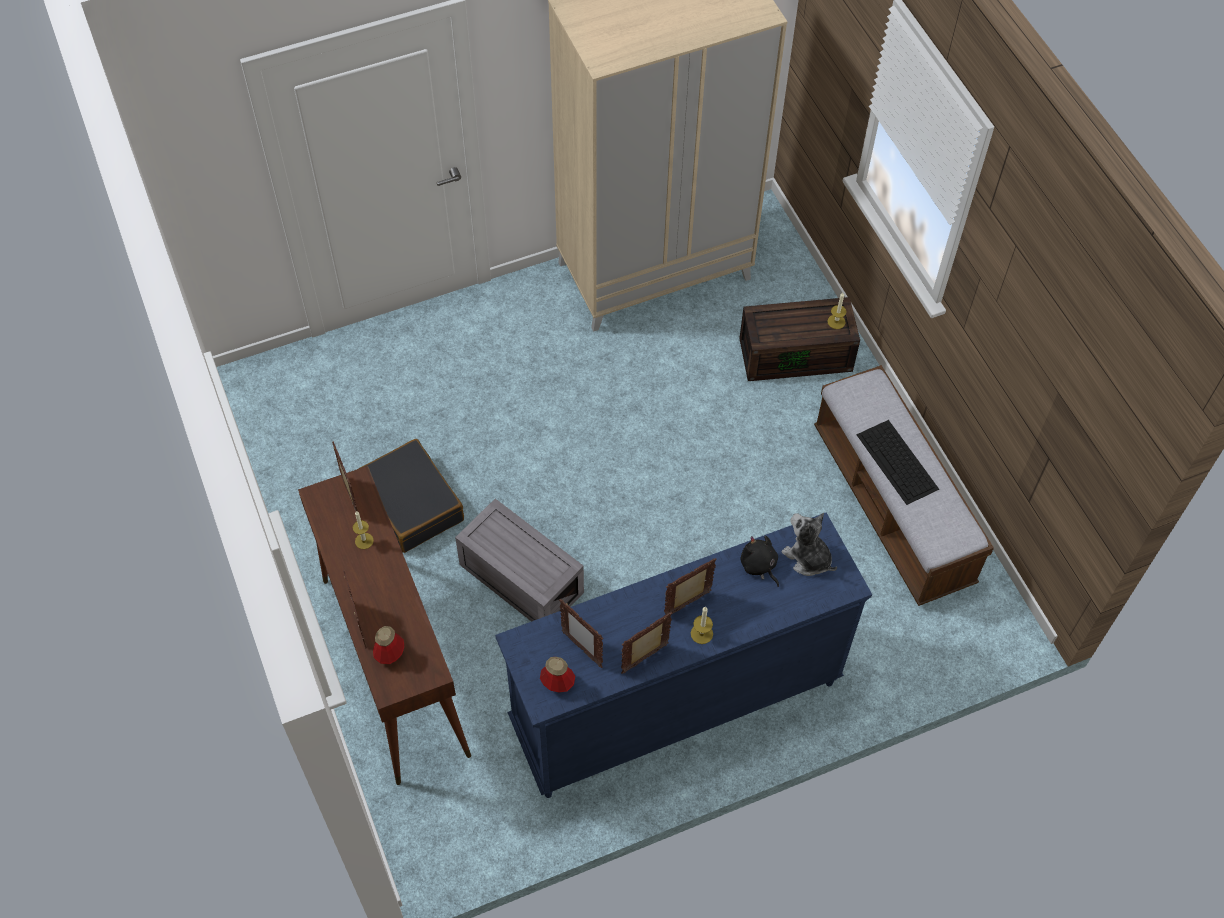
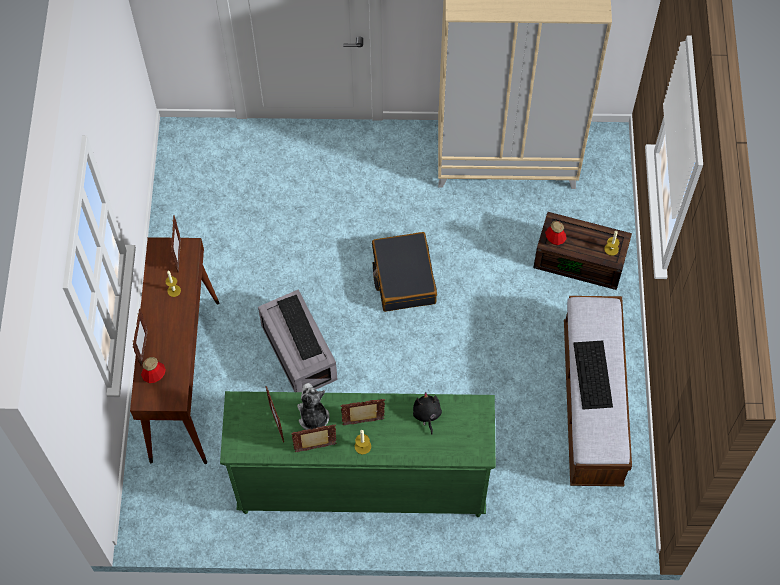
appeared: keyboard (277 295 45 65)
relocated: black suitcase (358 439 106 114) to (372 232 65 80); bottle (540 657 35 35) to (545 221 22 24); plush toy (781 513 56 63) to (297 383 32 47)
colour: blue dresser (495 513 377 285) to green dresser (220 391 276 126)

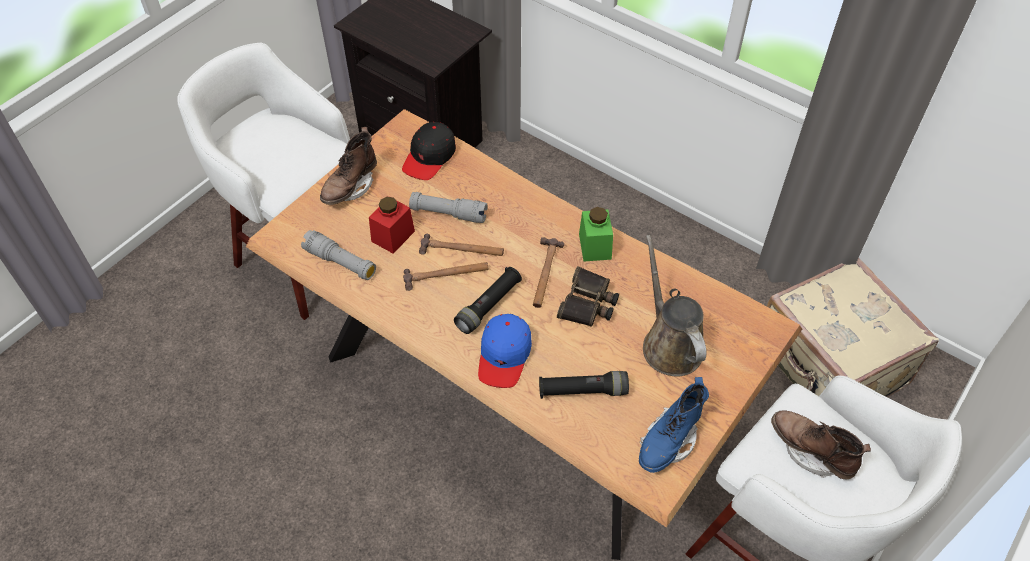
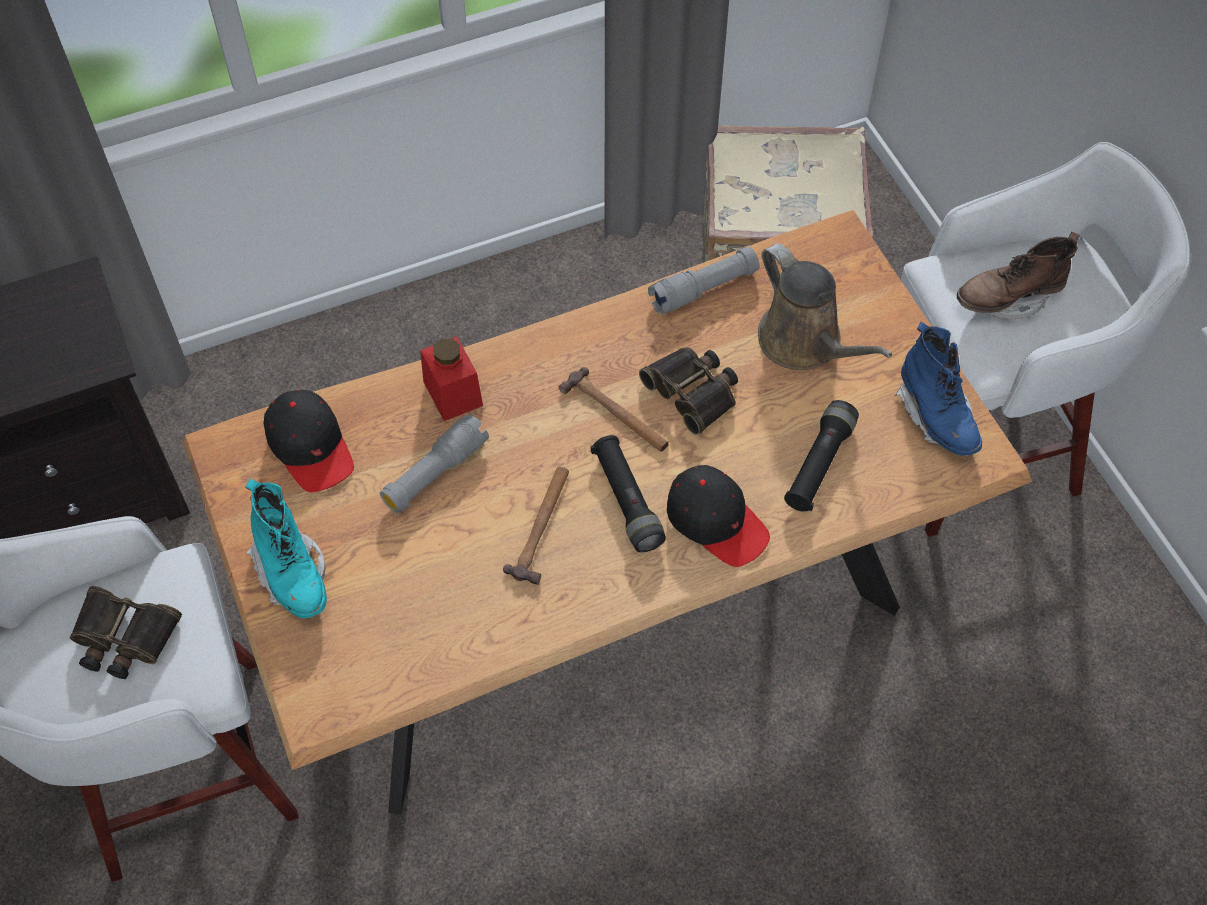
missing: hammer (419 234 85 22); green jar (579 207 34 54)
appeared: binoculars (70 586 112 93)
relocated: grey flashlight (301 230 75 50) to (648 247 112 67); red jar (369 197 46 57) to (420 336 63 85)
colour: brown boot (320 127 57 78) to turquoise boot (245 479 82 139); blue cap (478 314 54 74) to black cap (667 465 103 102)
spun: brown watering can (643 235 64 141) = (758 243 134 127) 135 degrees counterclockwise

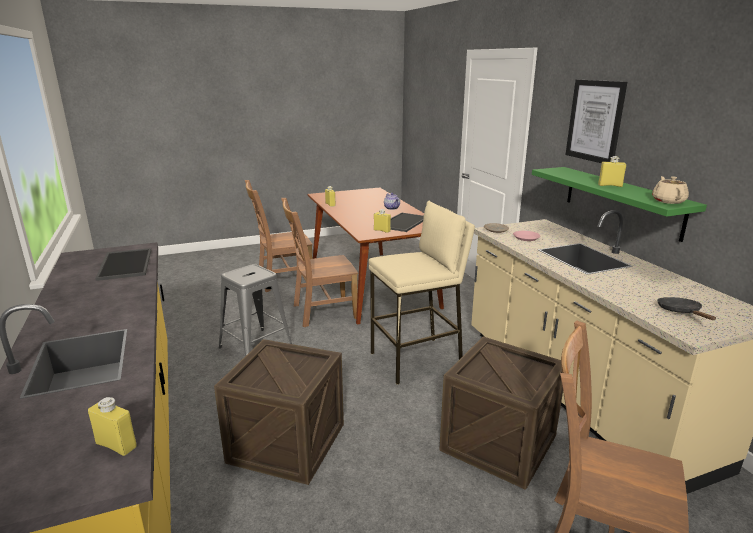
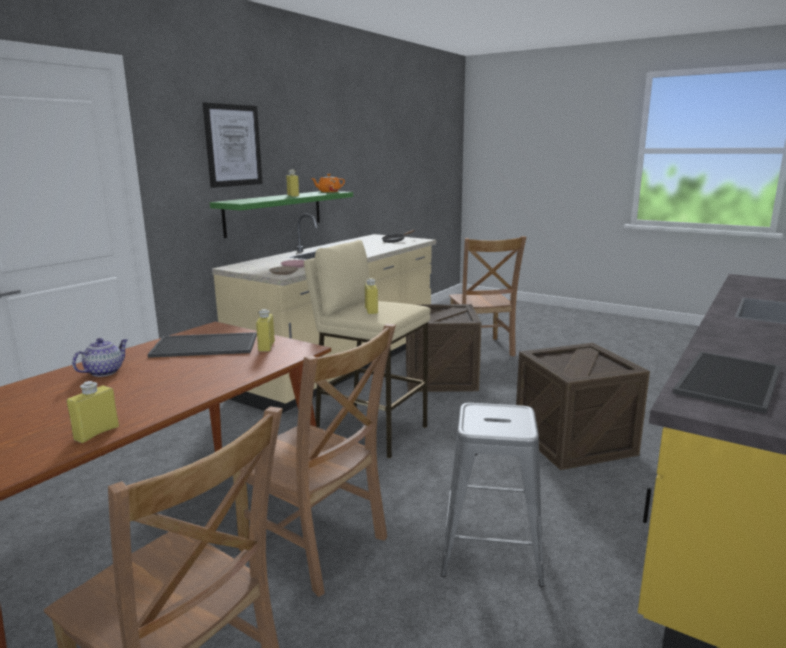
relocated: yellow bottle (88 397 49 59) to (365 278 13 36)
colour: beige teapot (652 176 37 28) to orange teapot (311 174 34 18)

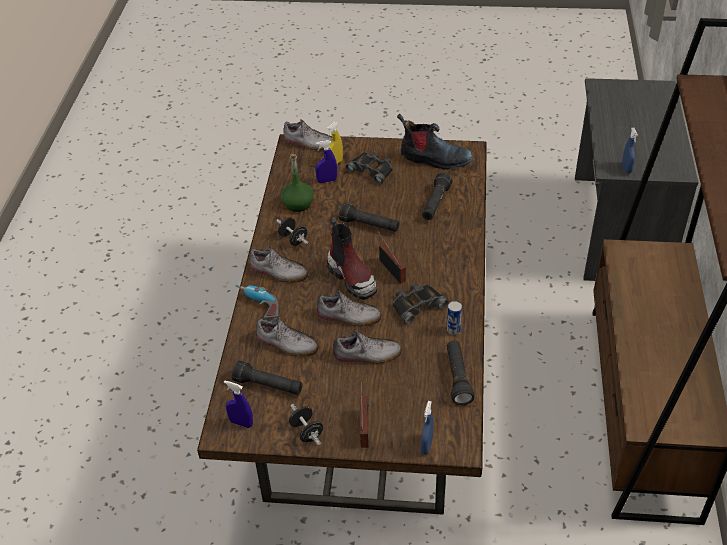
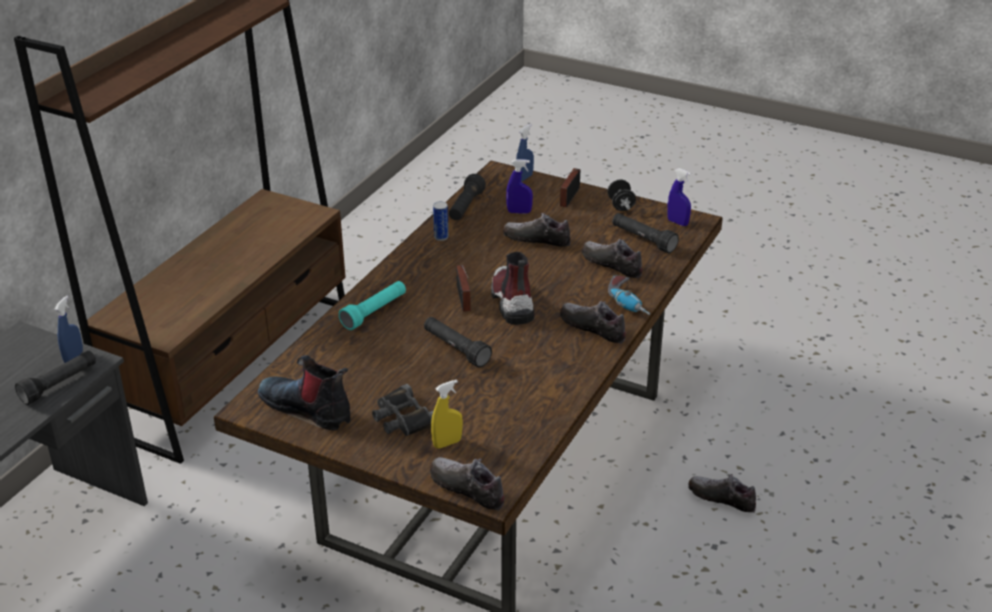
missing: black dumbbell (276 217 33 29); green bottle (281 154 33 58); black binoculars (392 283 56 41)
appeared: turquoise flashlight (339 281 67 49)
relocated: blue spray bottle (315 140 22 43) to (506 159 27 55); shoe (317 290 65 36) to (688 474 68 39); black flashlight (422 173 30 47) to (15 351 81 54)

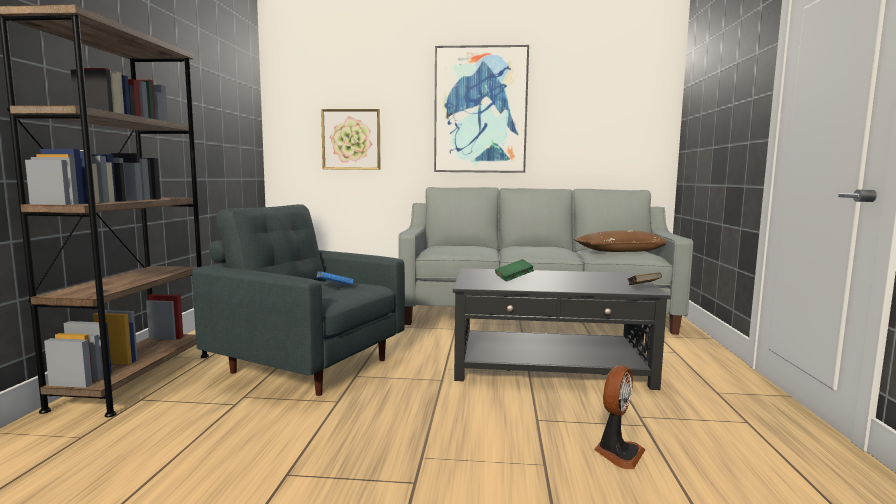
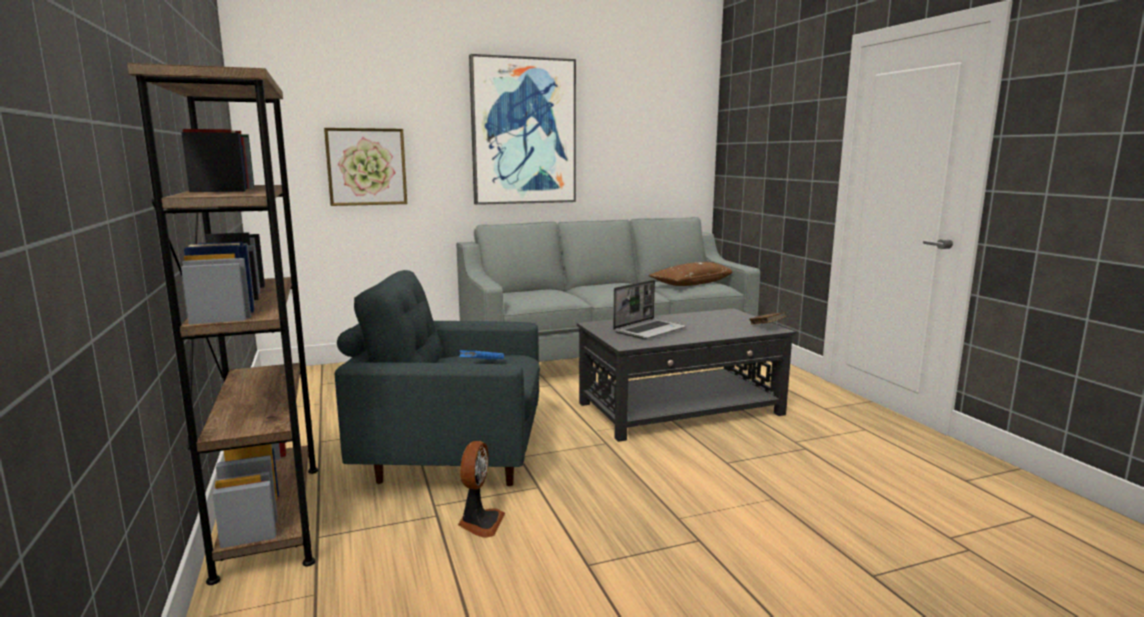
relocated: fan (594 366 51 103) to (458 441 47 97)
exchanged: green book (495 259 39 23) to laptop (613 280 73 59)

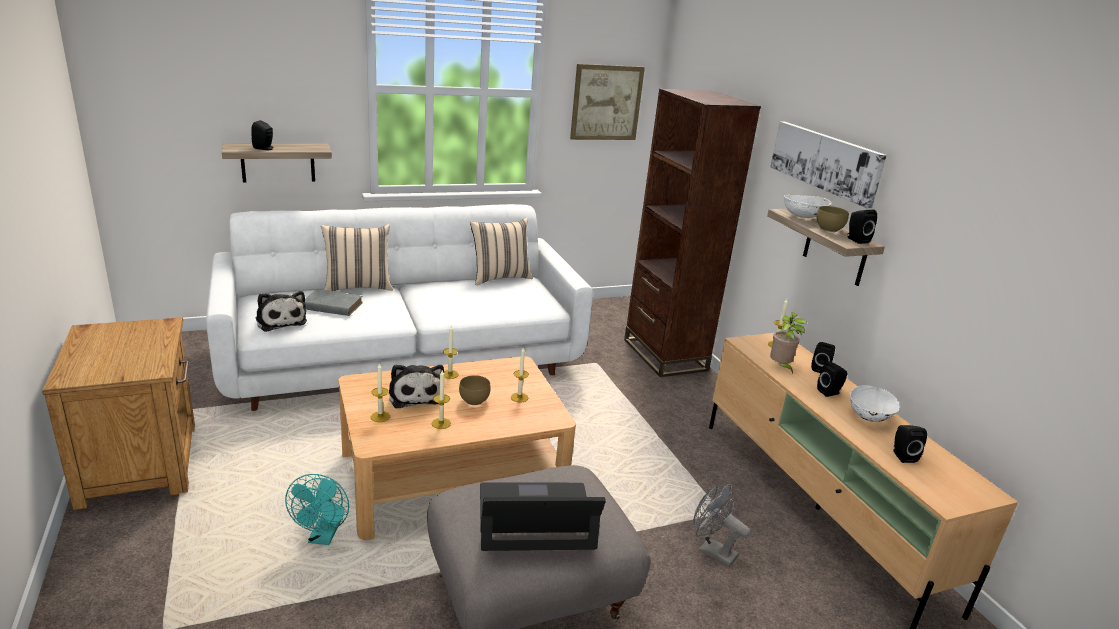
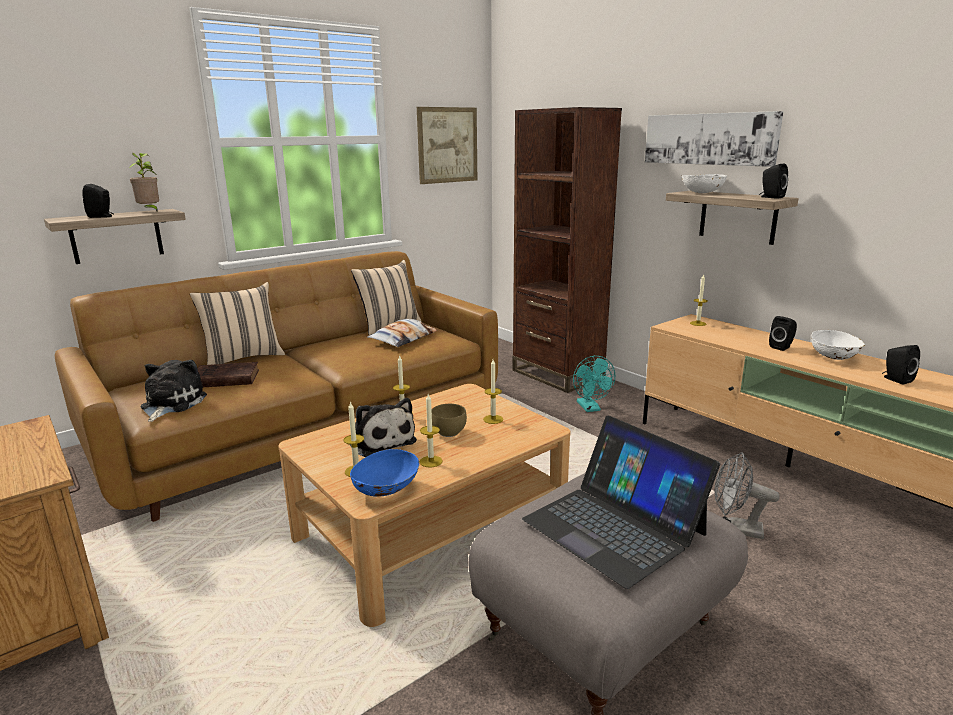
missing: black speaker (811 342 24 31); brown bowl (817 206 32 26)
appeared: blue bowl (350 449 69 48); pillow (367 319 70 28)
relocated: turquoise fan (285 474 64 71) to (573 356 42 56); potted plant (770 312 37 62) to (129 153 30 58)
colour: white sofa (206 204 387 207) to brown sofa (55 251 443 271); grey book (305 289 58 27) to brown book (198 362 61 25)
spun: plush toy (256 291 51 41) = (141 360 66 62) 120 degrees counterclockwise; laptop (480 483 126 68) = (522 416 198 173) 105 degrees counterclockwise

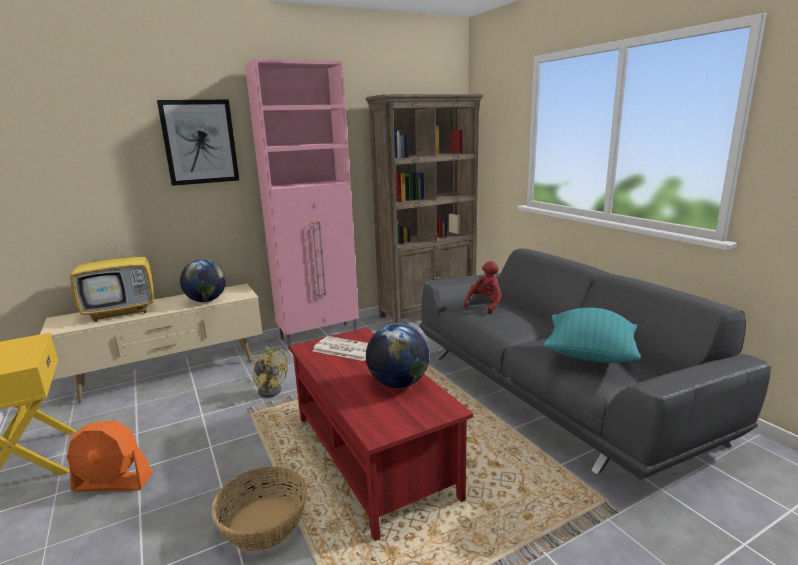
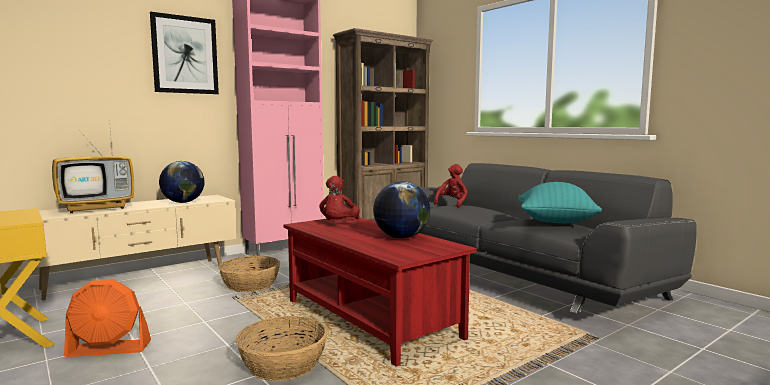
exchanged: yellow fan (253 347 35 51) to basket (218 256 62 36); newspaper (312 336 56 25) to red plush toy (319 176 41 44)

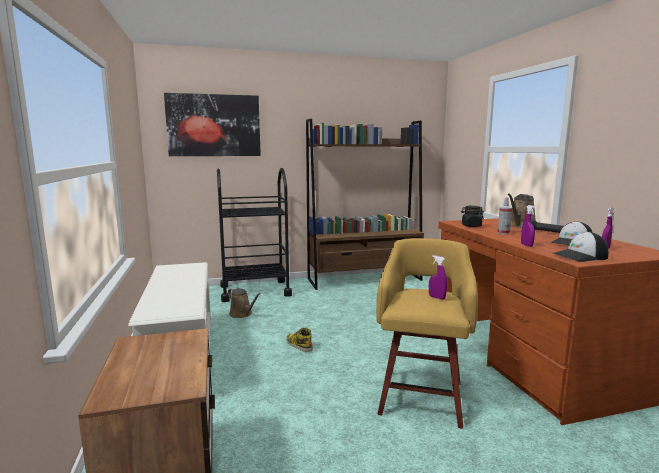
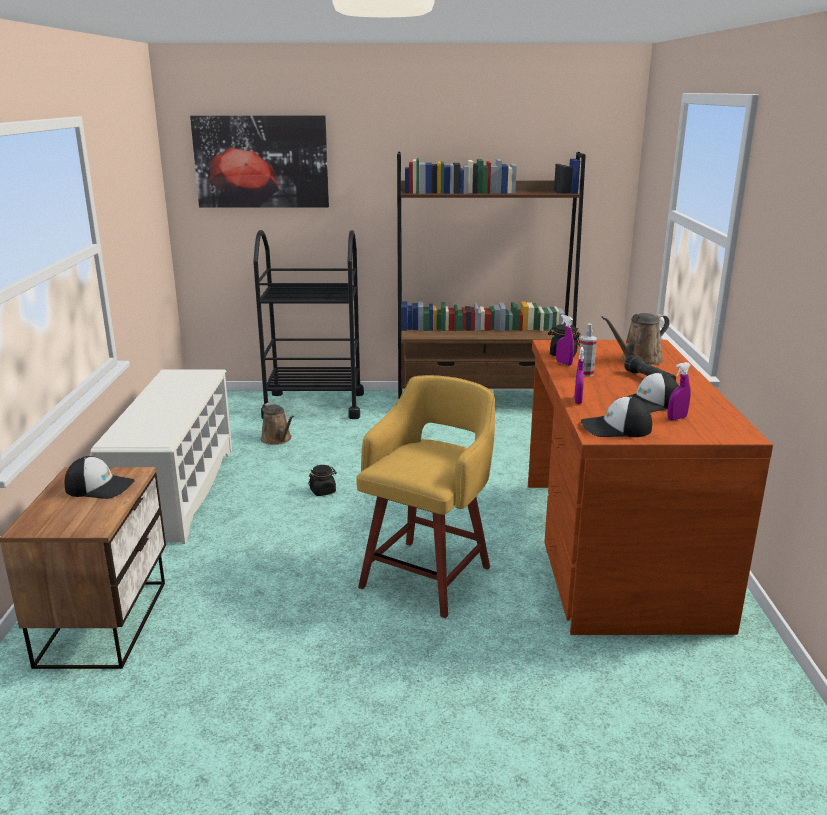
appeared: cap (64 456 71 43)
relocated: purple spray bottle (429 255 18 45) to (556 315 18 51)
exchanged: boot (286 327 27 25) to black jar (308 465 29 31)

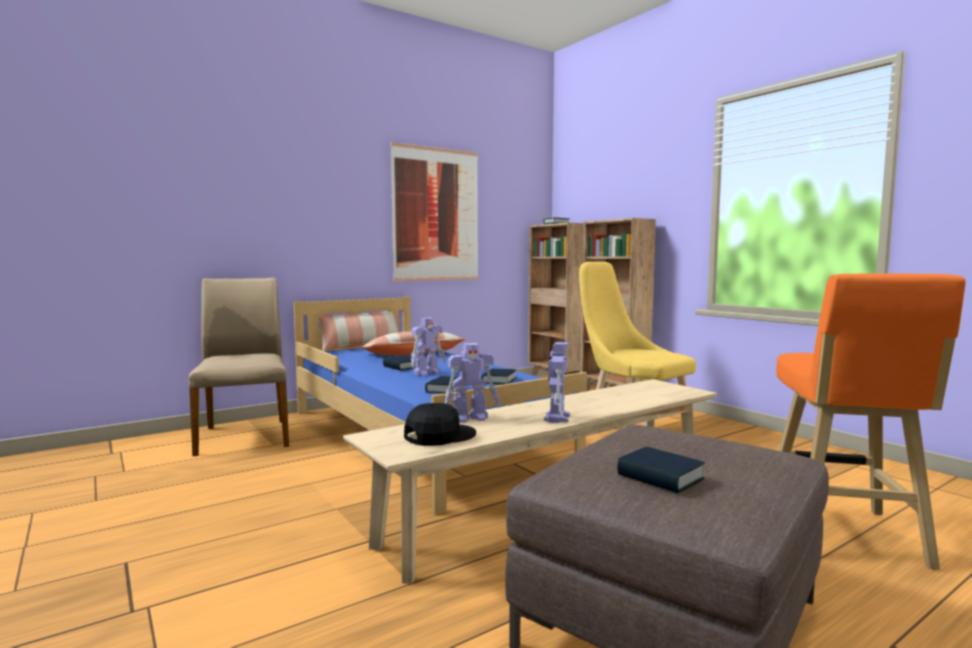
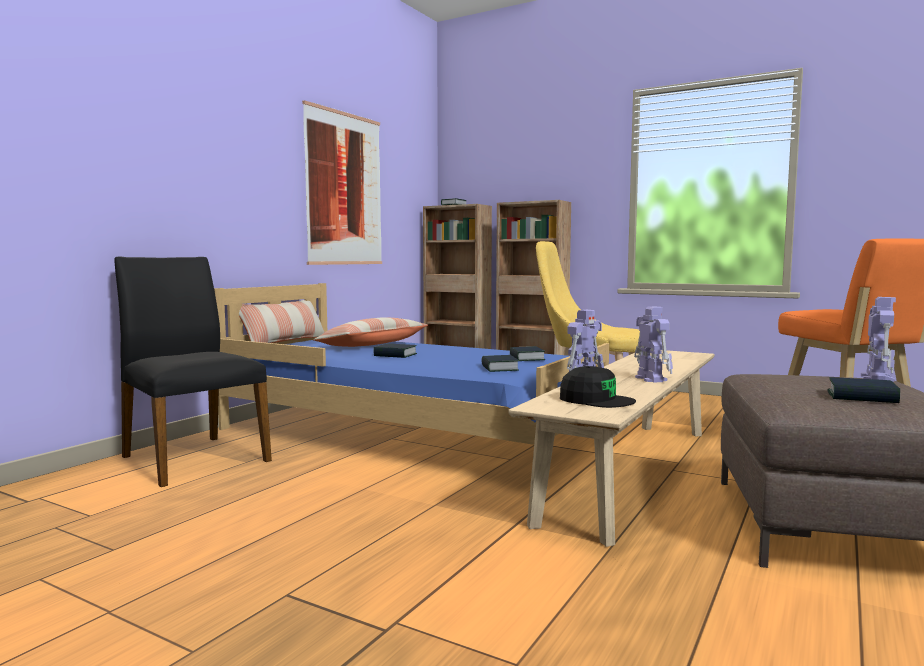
relocated: toy robot (411 318 35 57) to (861 297 35 85)
colour: beige chair (189 278 100 179) to black chair (115 256 157 231)
spun: black cap (404 403 72 43) = (560 366 76 42) 90 degrees clockwise

